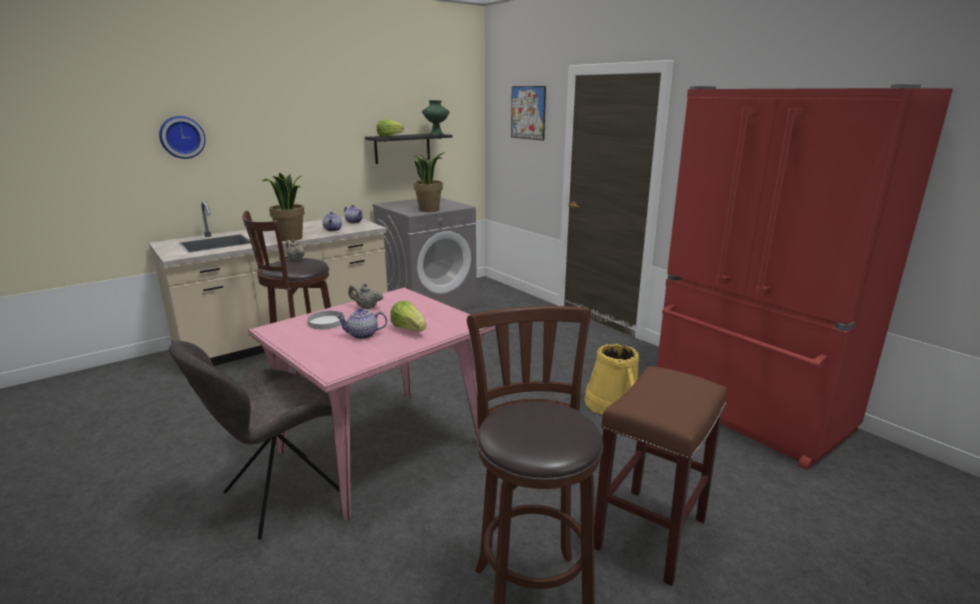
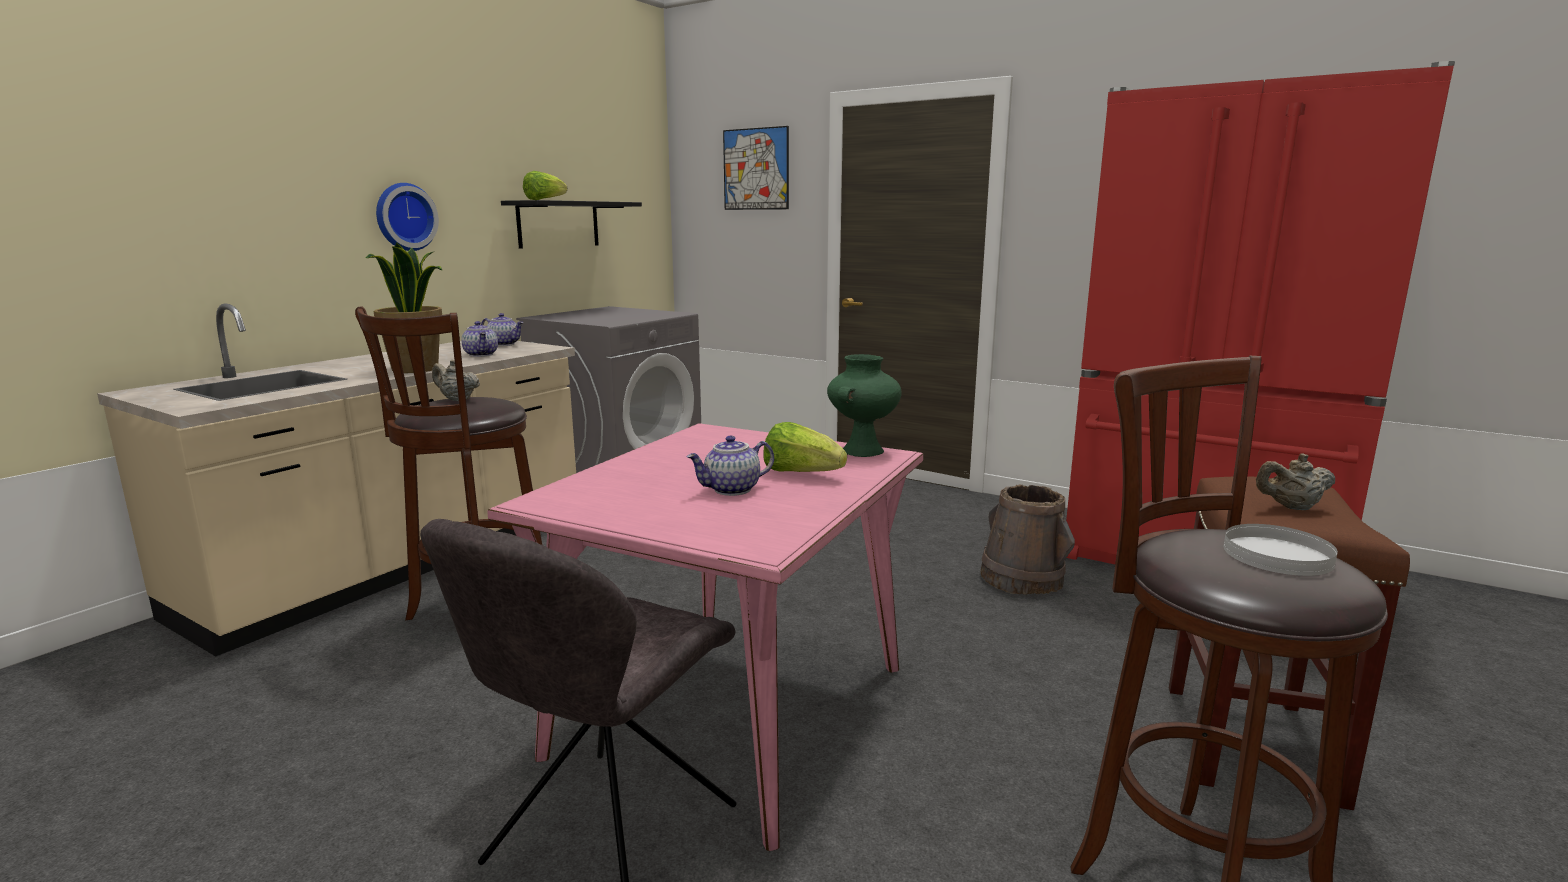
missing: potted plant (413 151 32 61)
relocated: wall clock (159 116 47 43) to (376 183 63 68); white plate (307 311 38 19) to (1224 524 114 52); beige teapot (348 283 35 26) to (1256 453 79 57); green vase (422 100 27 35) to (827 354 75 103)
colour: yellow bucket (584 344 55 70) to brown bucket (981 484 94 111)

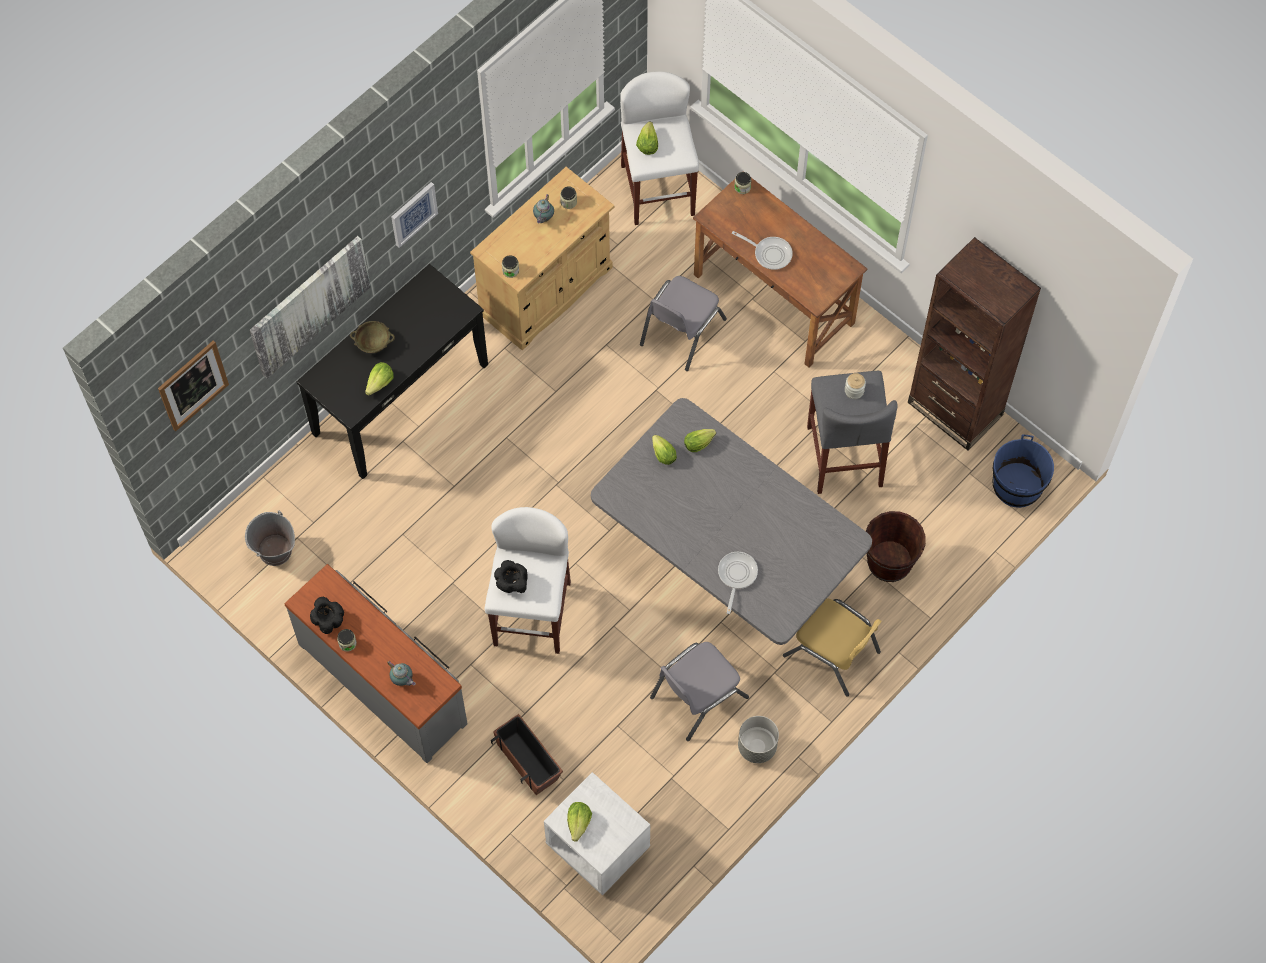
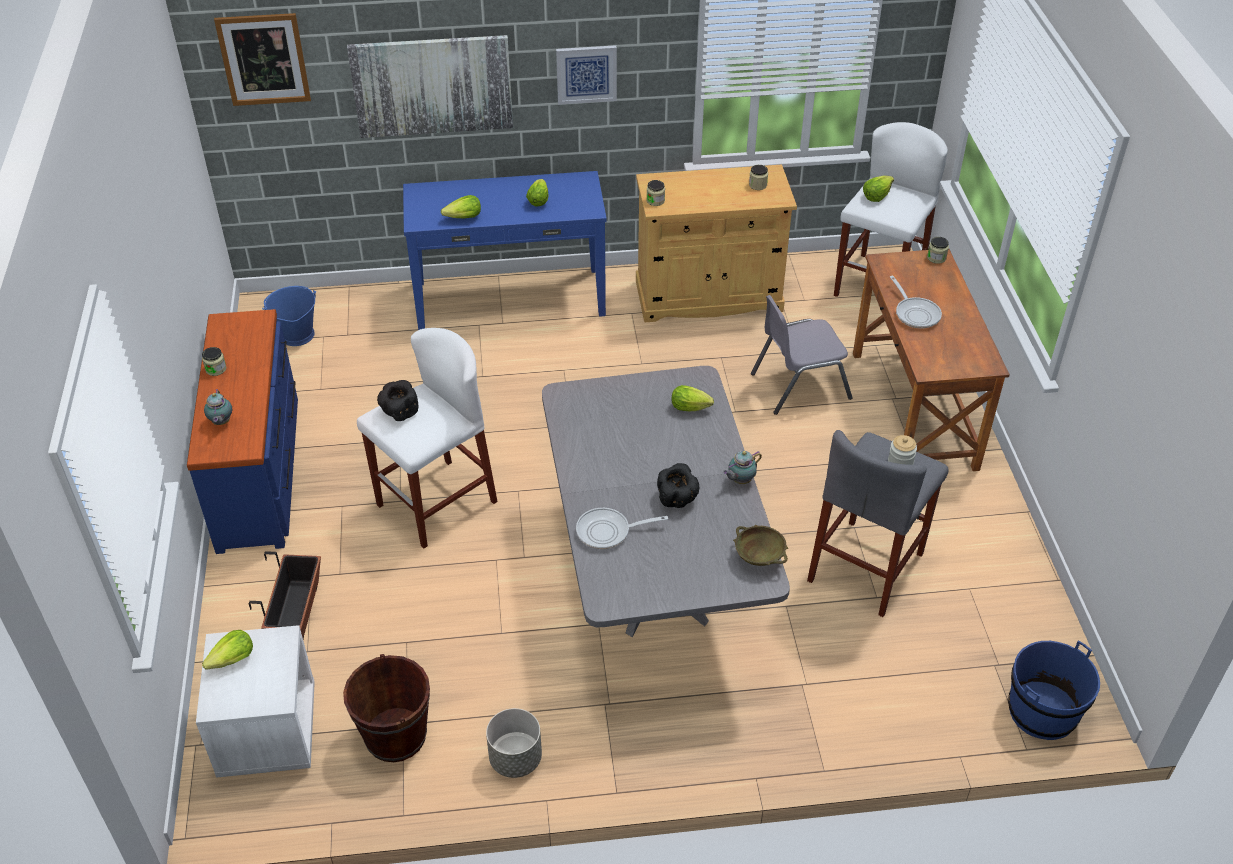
missing: grey chair (650 642 99 99); yellow chair (783 598 98 98); brown bookcase (908 237 133 214)
relocated: black bowl (310 597 34 37) to (657 463 42 45); beige bowl (350 321 45 32) to (733 525 55 41); teapot (533 194 21 30) to (723 451 39 33); lettuce (652 435 25 30) to (526 179 23 28); brown bucket (866 511 60 71) to (343 654 87 108)
colour: grey bucket (245 511 50 55) to blue bucket (262 286 54 60); grey dresser (285 564 183 199) to blue dresser (187 309 111 245); black console table (297 264 191 215) to blue console table (403 171 204 159)
spun: frying pan (718 552 40 62) = (576 508 92 41) 150 degrees counterclockwise

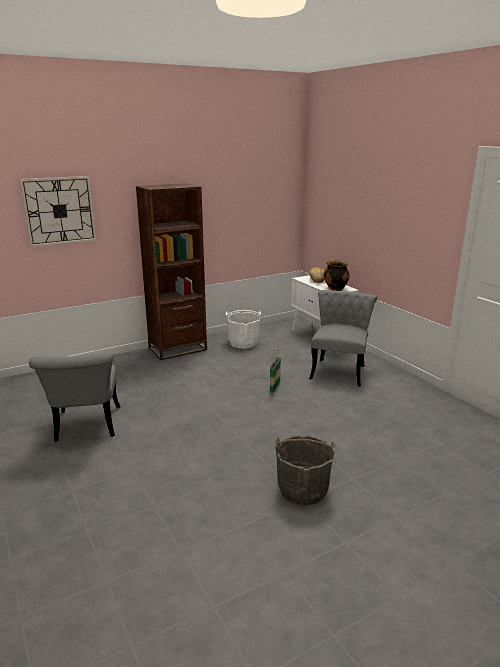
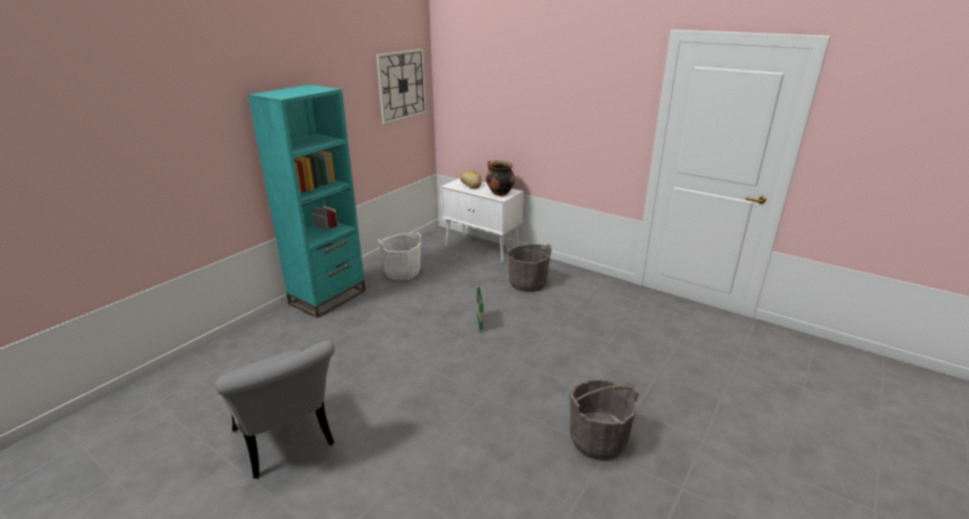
relocated: wall clock (20 176 77 71) to (376 49 51 75)
exchanged: grey chair (309 290 68 96) to grey bucket (507 244 45 48)
colour: brown bookcase (136 183 71 177) to turquoise bookcase (248 85 118 233)

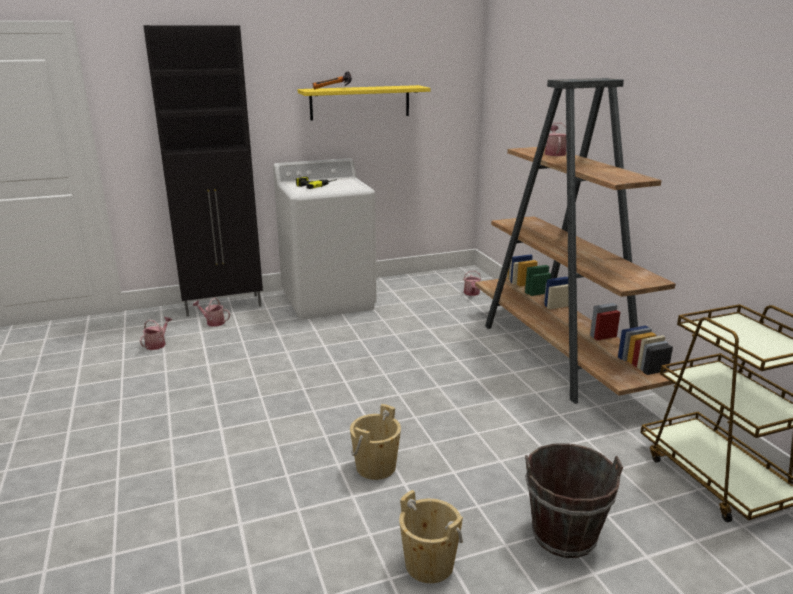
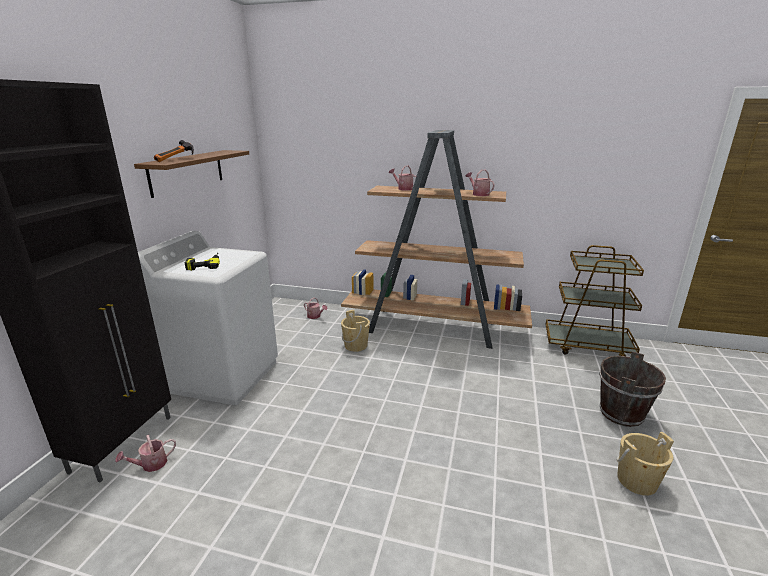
relocated: watering can (140 317 32 33) to (466 170 29 26); beige bucket (350 404 51 76) to (341 310 29 42)
colour: yellow shelf (298 85 132 35) to brown shelf (134 150 115 48)

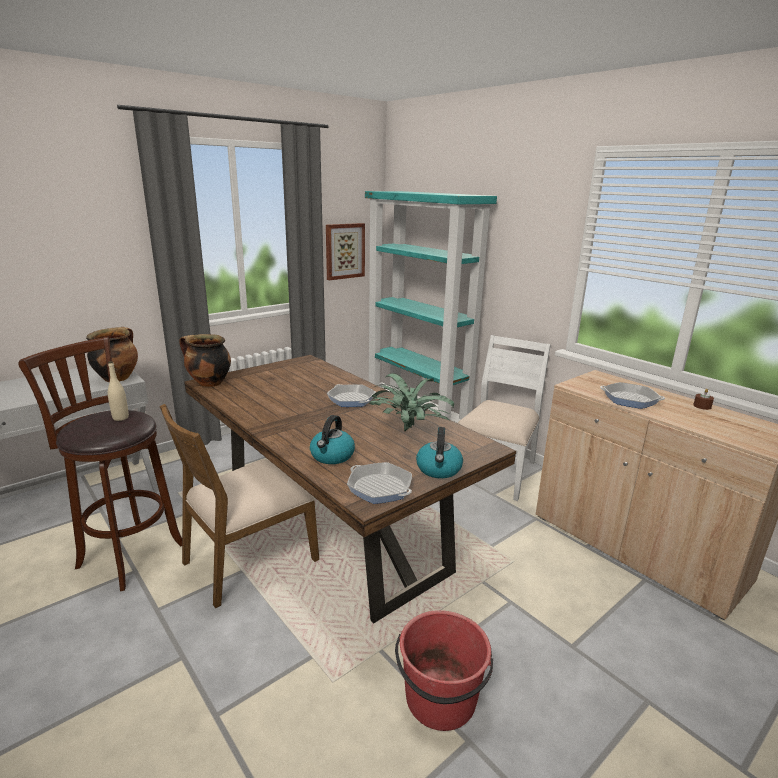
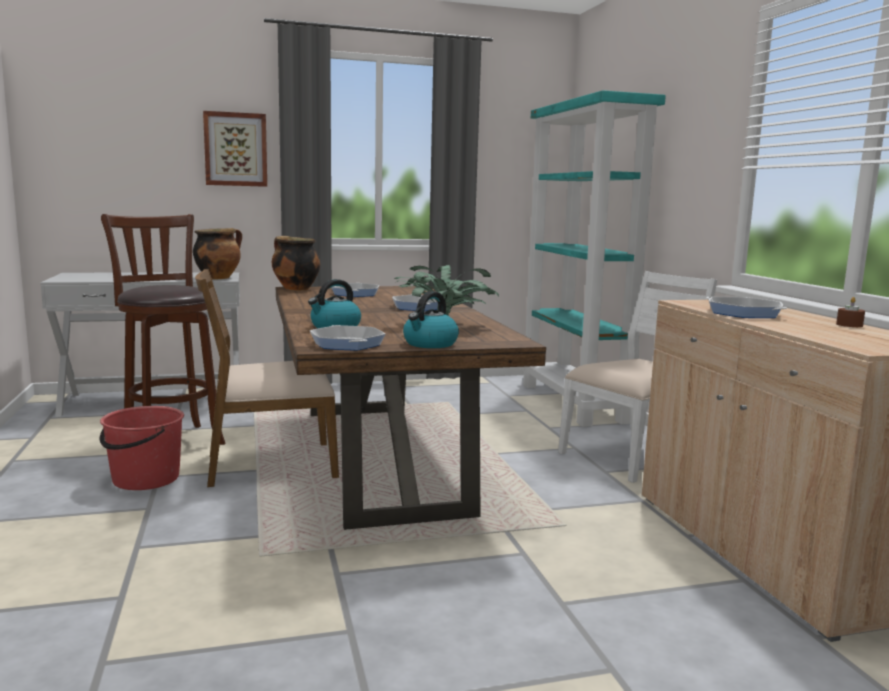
missing: beige bottle (108 361 21 60)
appeared: frying pan (331 283 48 14)
relocated: picture (326 223 39 57) to (203 111 64 76); red bucket (395 610 98 121) to (100 406 84 84)

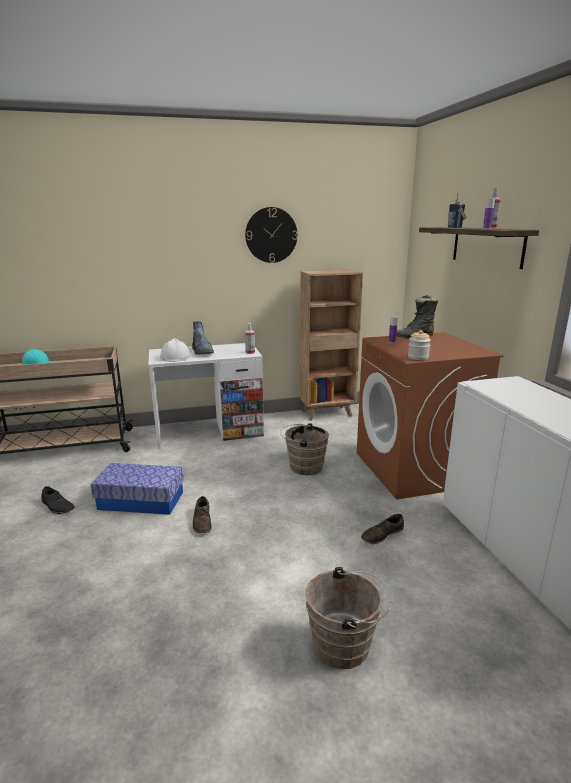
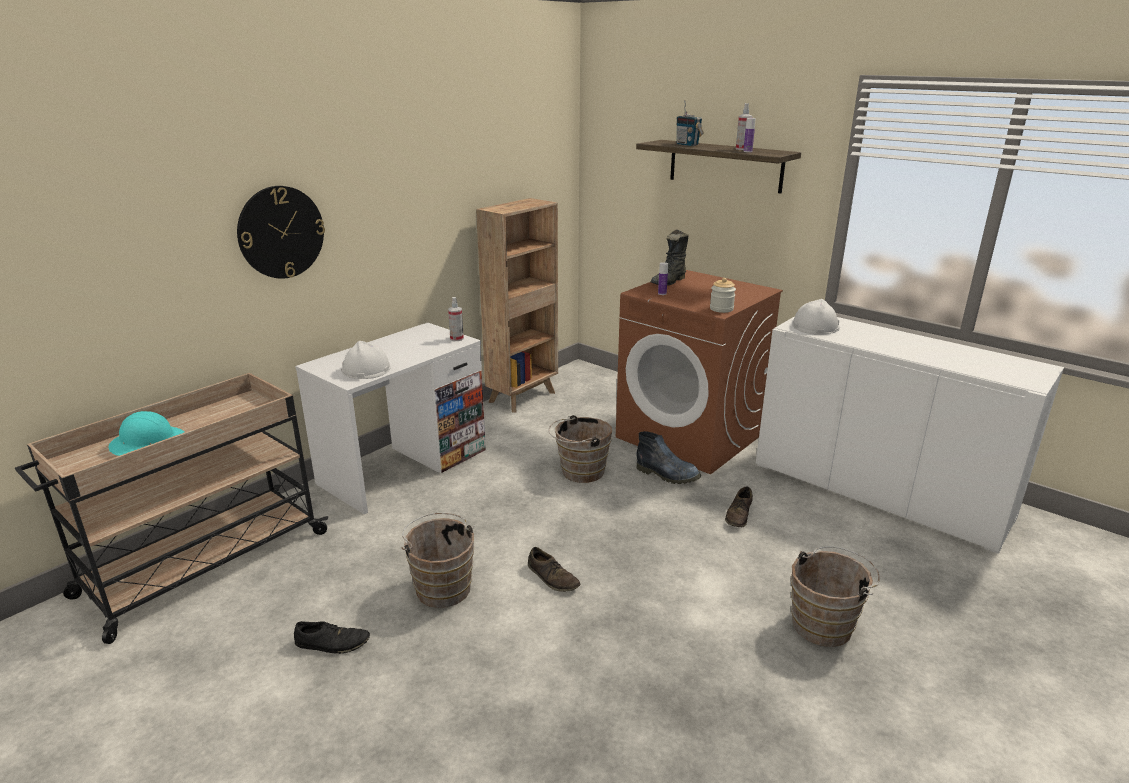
appeared: white hard hat (792 299 48 36)
relocated: boot (192 321 22 34) to (637 431 64 53); wall clock (245 207 52 56) to (237 186 88 93)
exchanged: storage box (91 463 93 52) to brown bucket (401 513 74 95)

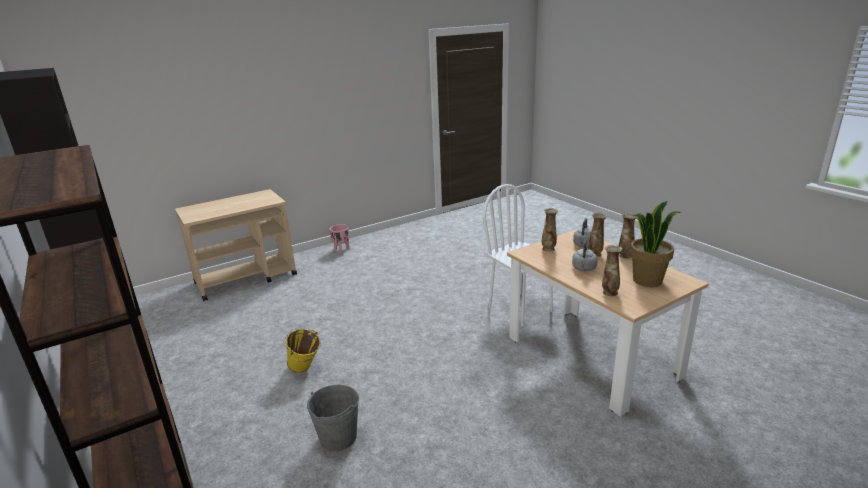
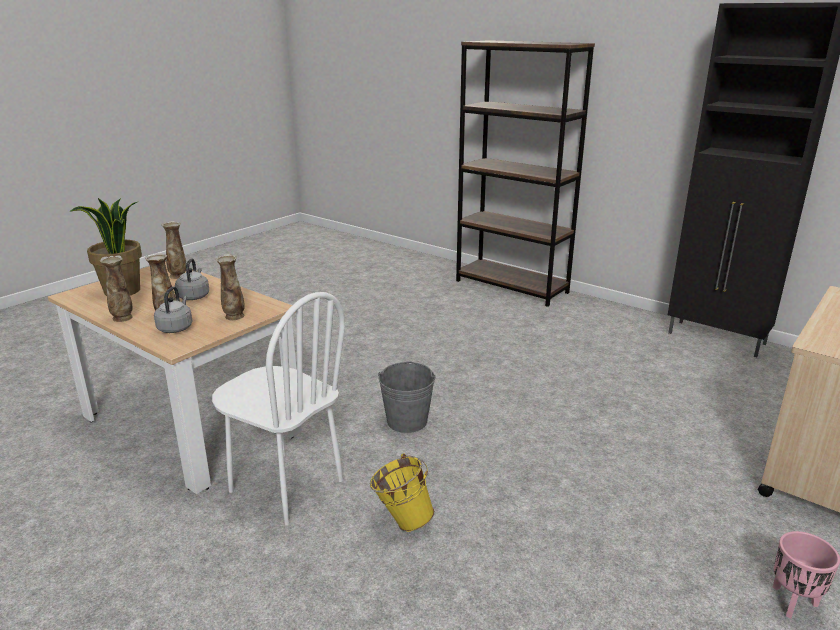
relocated: yellow bucket (283 329 38 44) to (370 453 65 79); grey bucket (307 385 52 66) to (378 361 58 72)

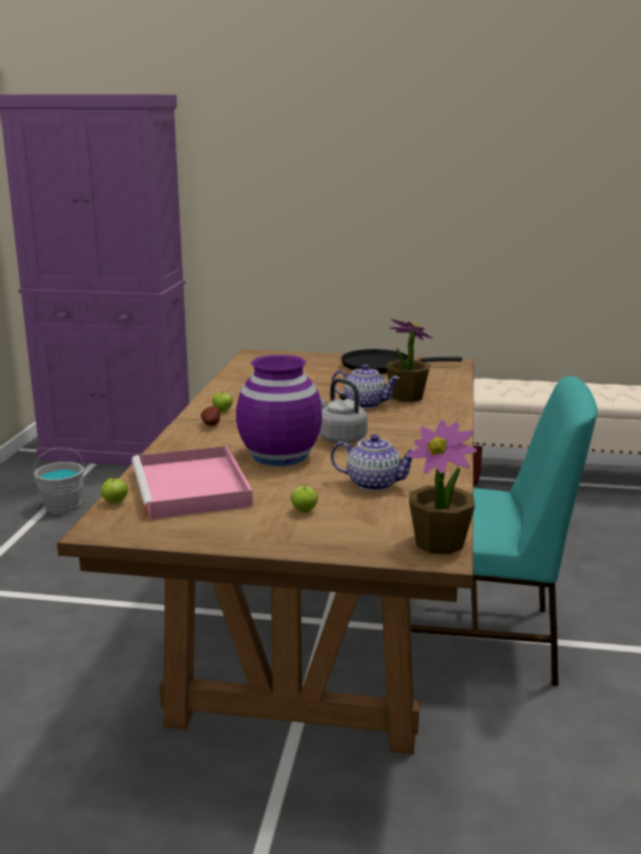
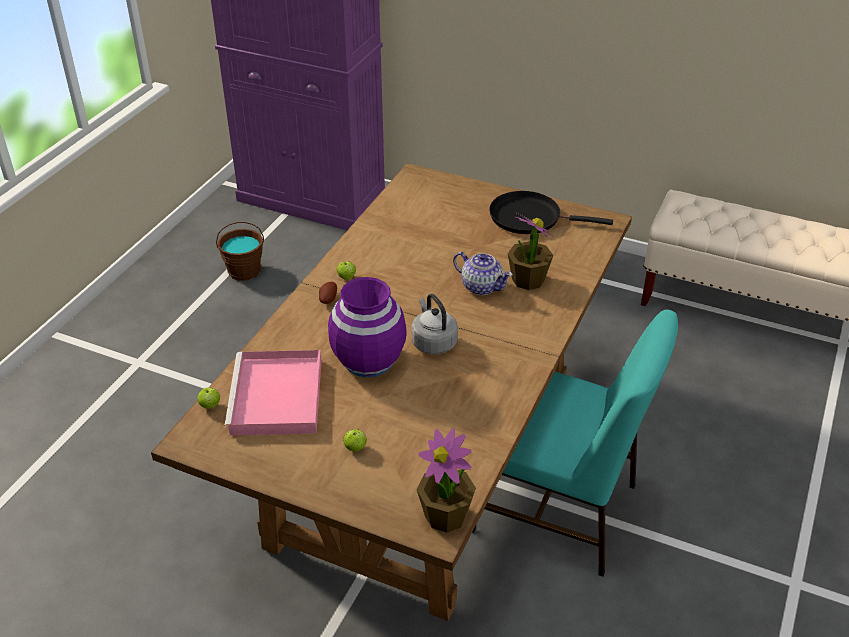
missing: teapot (331 434 84 57)
colour: grey bucket (33 447 51 67) to brown bucket (216 222 48 59)

